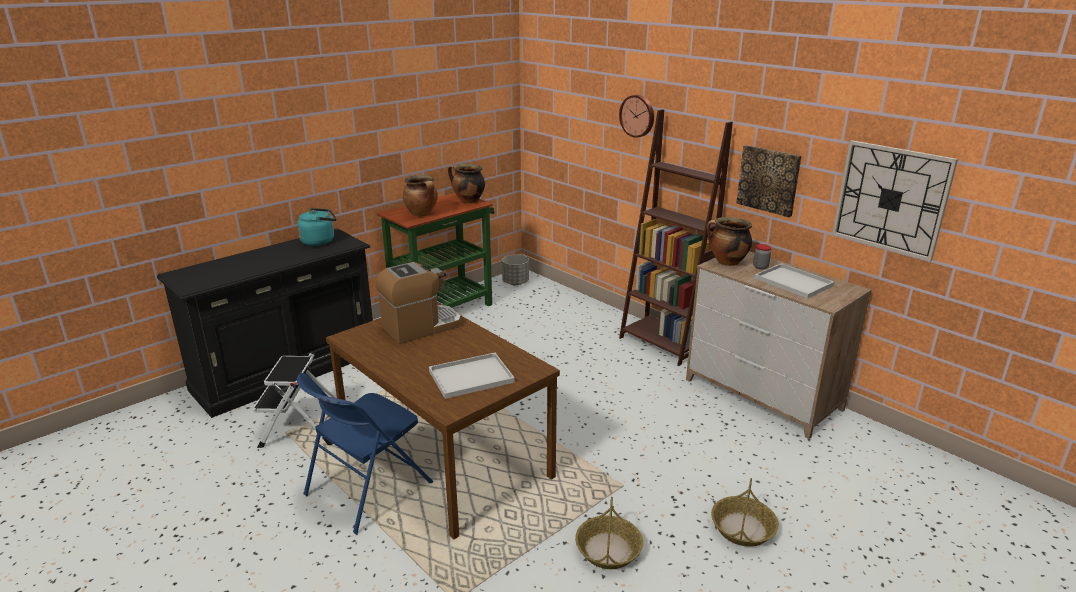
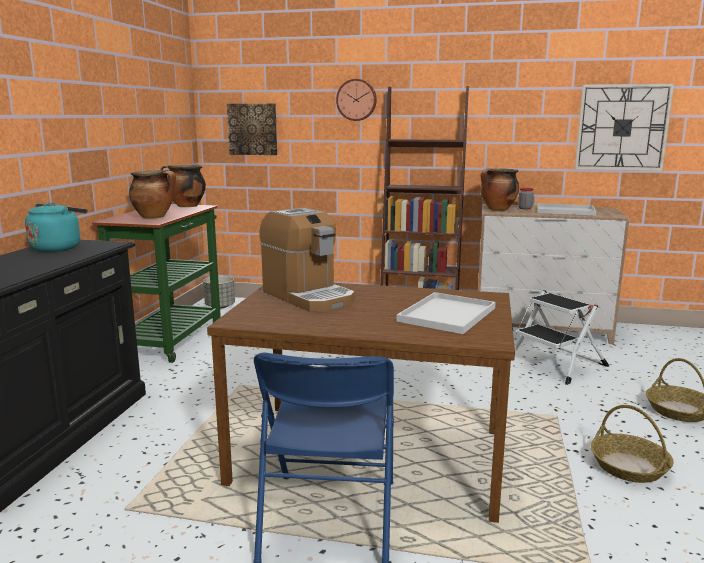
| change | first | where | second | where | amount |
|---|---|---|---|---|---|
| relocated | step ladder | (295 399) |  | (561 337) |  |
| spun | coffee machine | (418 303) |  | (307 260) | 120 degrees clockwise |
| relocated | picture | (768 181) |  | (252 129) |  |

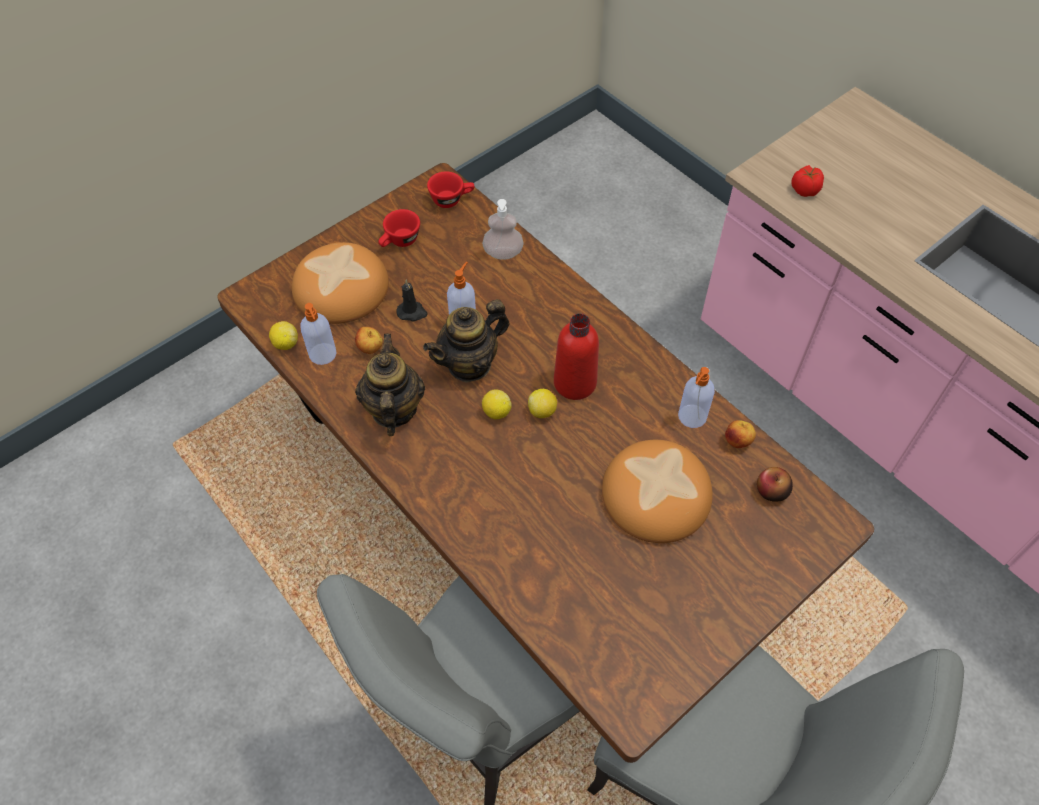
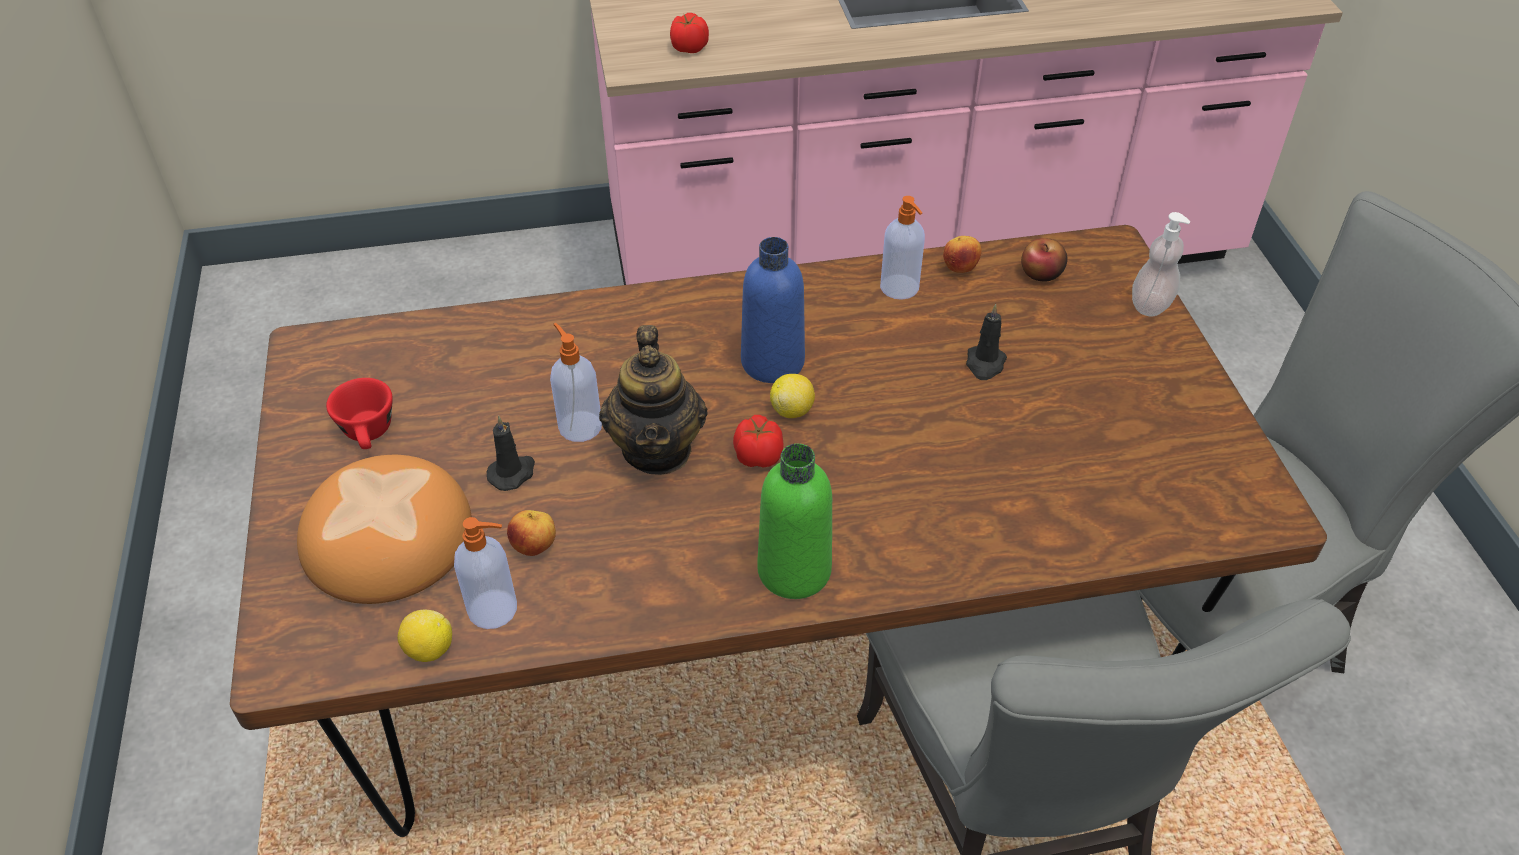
| change | first | where | second | where | amount |
|---|---|---|---|---|---|
| missing | teapot | (390 385) |  |  |  |
| missing | red cup | (451 189) |  |  |  |
| relocated | soap dispenser | (503 229) |  | (1161 264) |  |
| exchanged | lemon | (497 404) | tomato | (758 441) |  |
| colour | red bottle | (576 356) | blue bottle | (773 310) |  |
| exchanged | bread | (657 491) | black candle | (986 342) |  |
| appeared |  |  | green bottle | (794 521) |  |

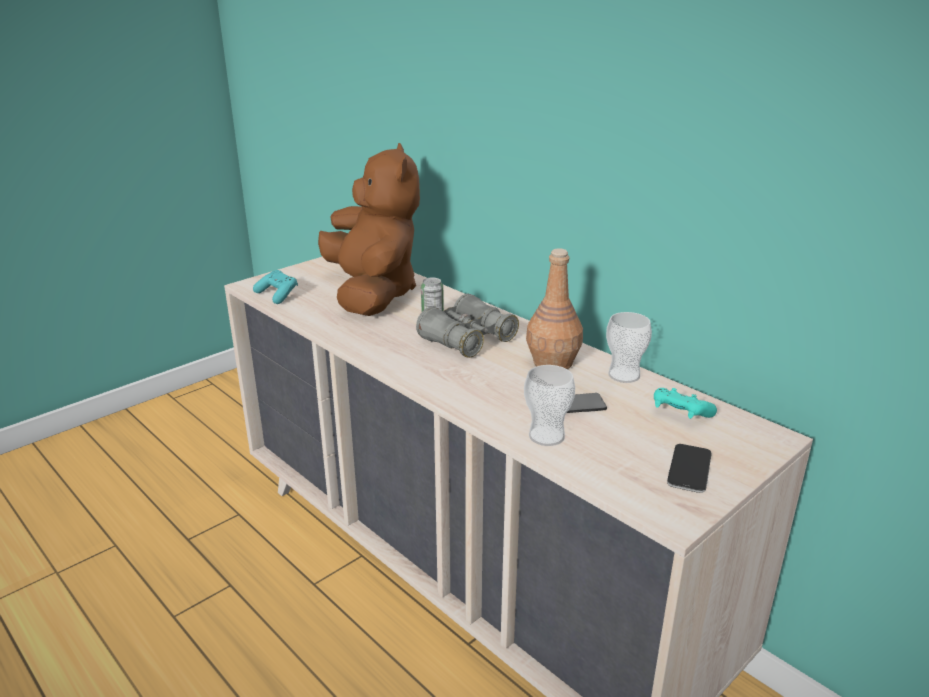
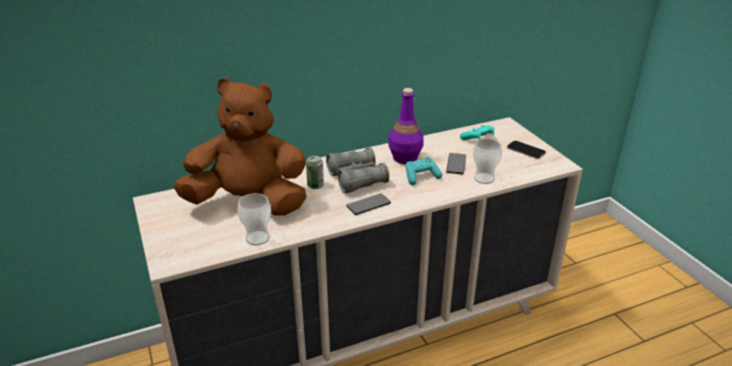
| change | first | where | second | where | amount |
|---|---|---|---|---|---|
| relocated | turquoise game controller | (275 287) |  | (423 171) |  |
| colour | brown bottle | (554 308) | purple bottle | (406 126) |  |
| relocated | cup | (629 347) |  | (254 219) |  |
| appeared |  |  | phone | (368 204) |  |

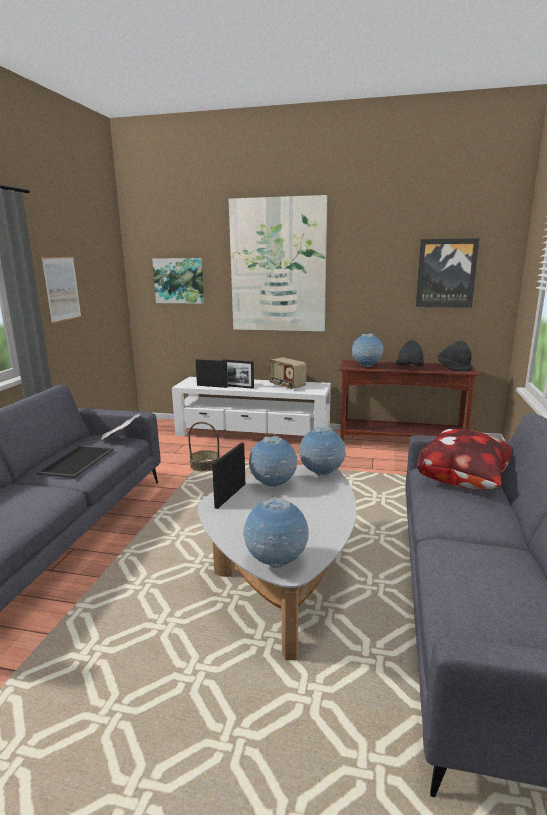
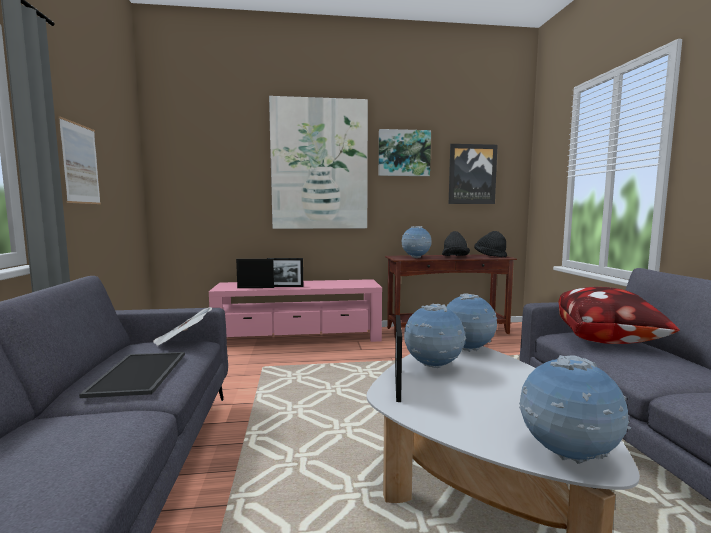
| change | first | where | second | where | amount |
|---|---|---|---|---|---|
| relocated | picture | (178 281) |  | (405 152) |  |
| colour | white tv stand | (251 406) | pink tv stand | (295 310) |  |
| missing | basket | (204 446) |  |  |  |
| missing | radio | (288 373) |  |  |  |

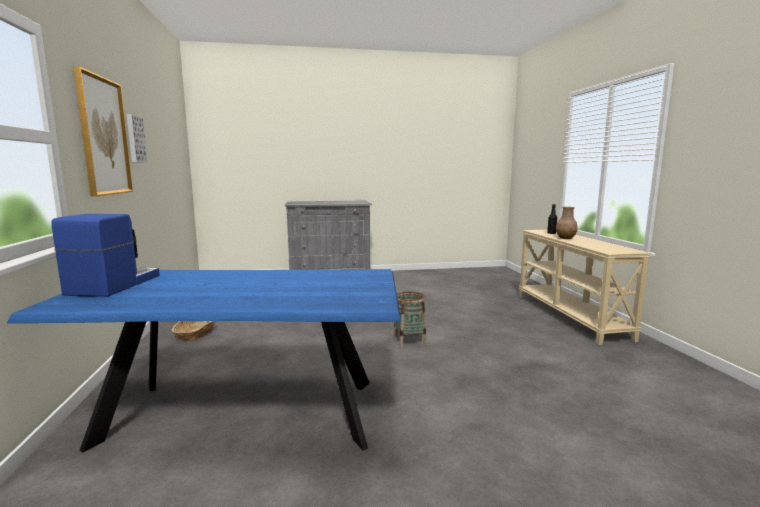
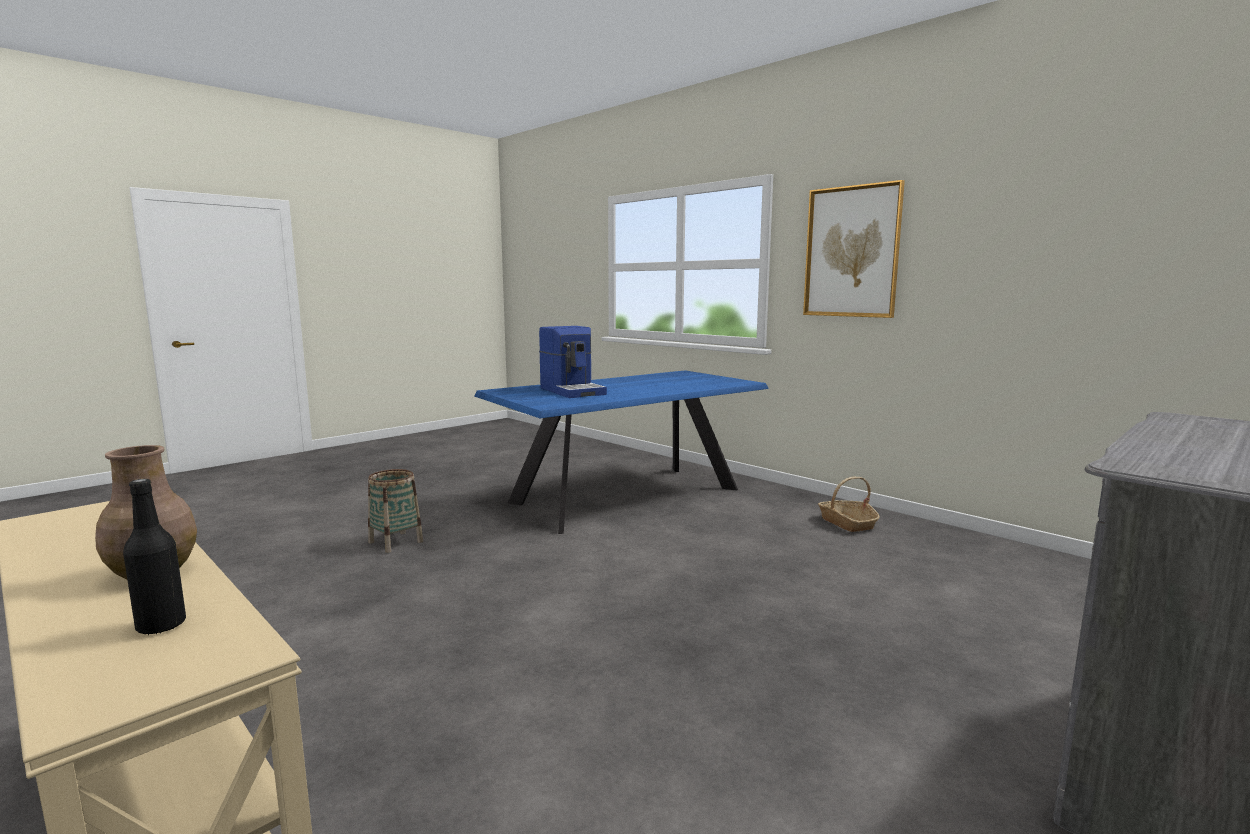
| change | first | where | second | where | amount |
|---|---|---|---|---|---|
| relocated | coffee machine | (105 255) |  | (573 362) |  |
| missing | picture | (137 138) |  |  |  |
| relocated | basket | (410 320) |  | (395 511) |  |

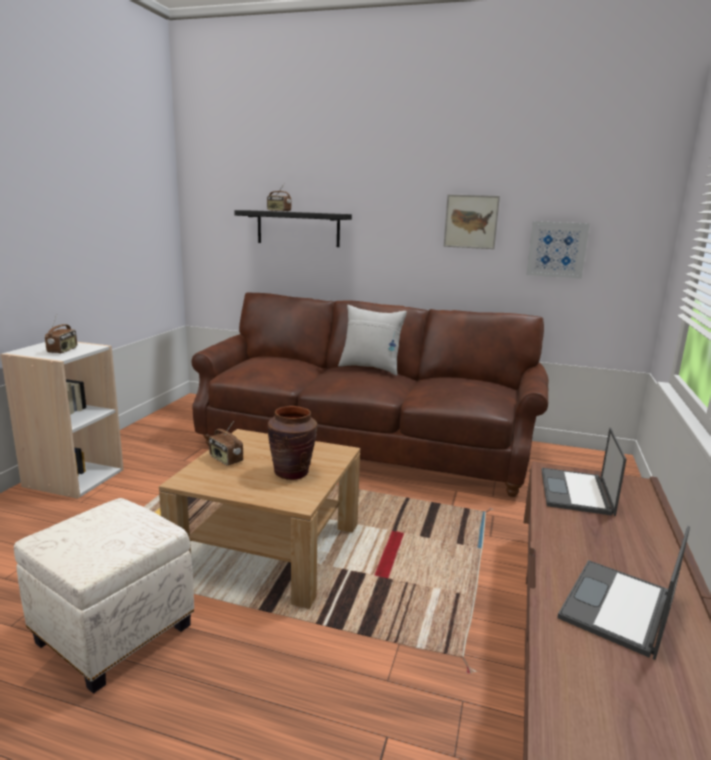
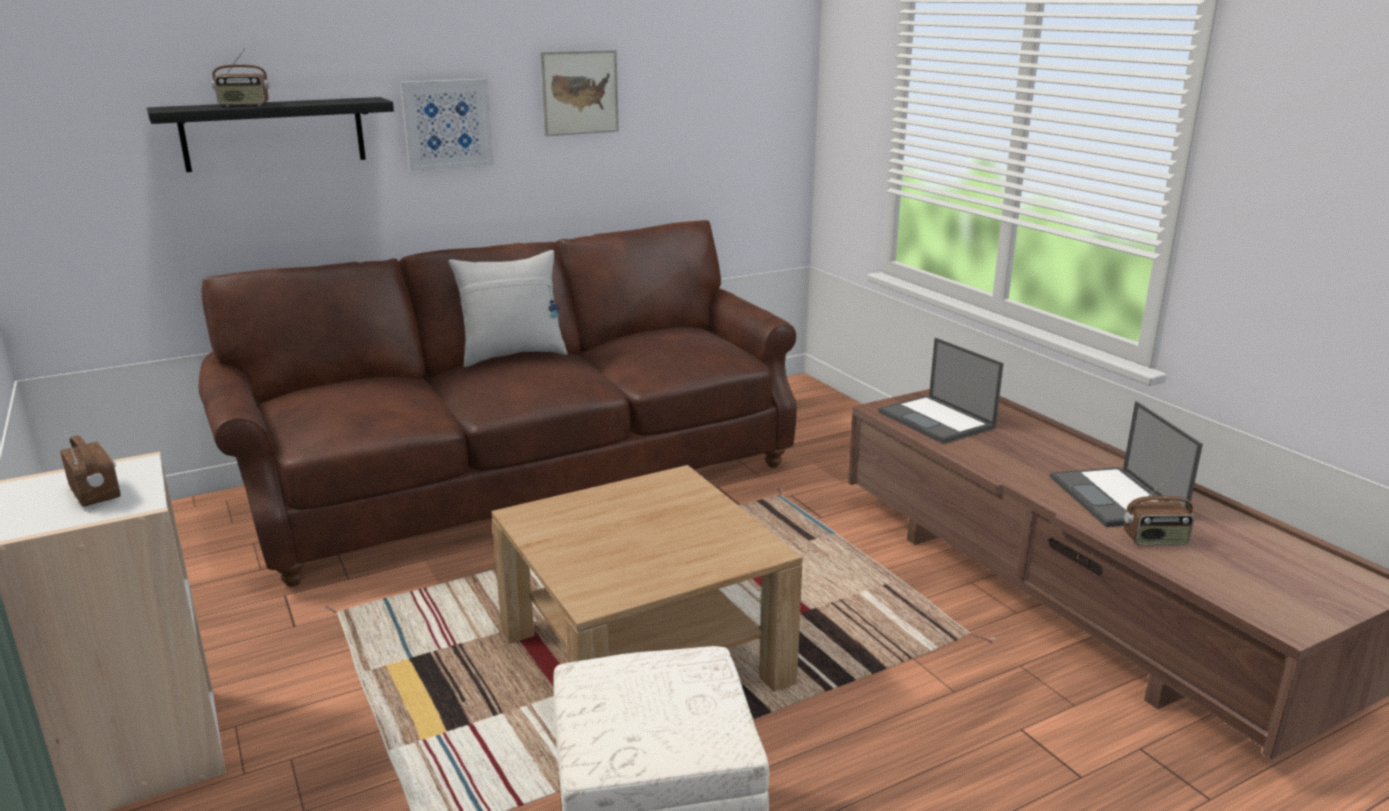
| change | first | where | second | where | amount |
|---|---|---|---|---|---|
| relocated | radio | (226 443) |  | (1159 510) |  |
| missing | brown vase | (292 443) |  |  |  |
| relocated | picture | (558 250) |  | (446 125) |  |

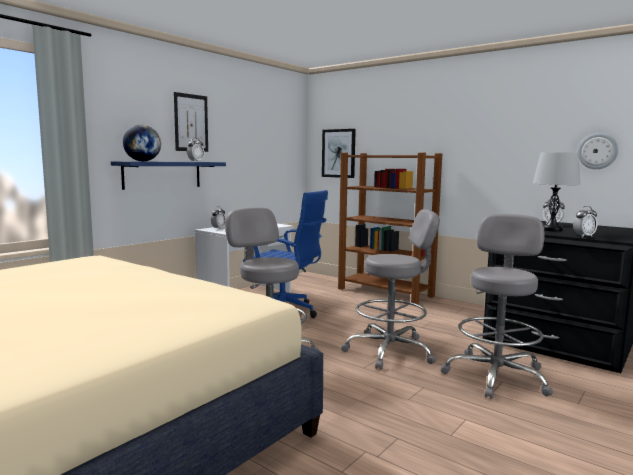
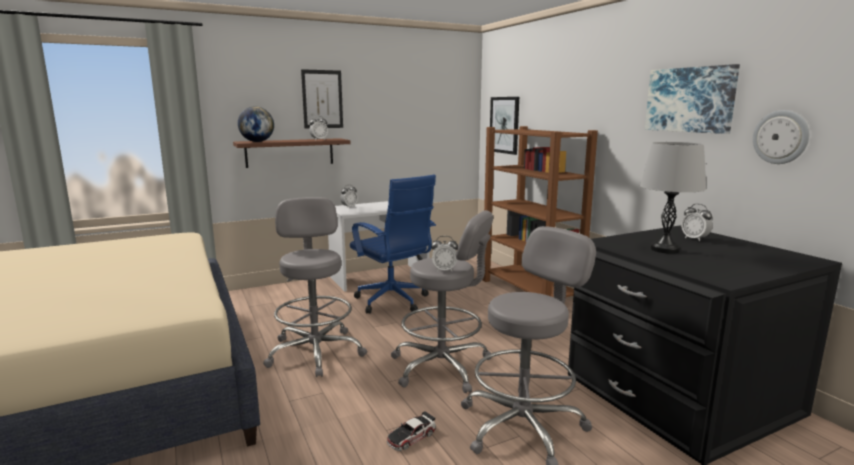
| change | first | where | second | where | amount |
|---|---|---|---|---|---|
| colour | blue shelf | (168 175) | brown shelf | (292 153) |  |
| relocated | alarm clock | (585 222) |  | (444 253) |  |
| appeared |  |  | toy car | (411 431) |  |
| appeared |  |  | picture | (692 99) |  |

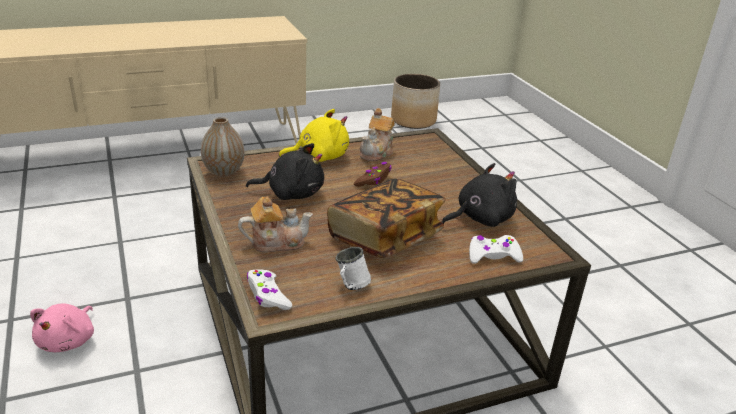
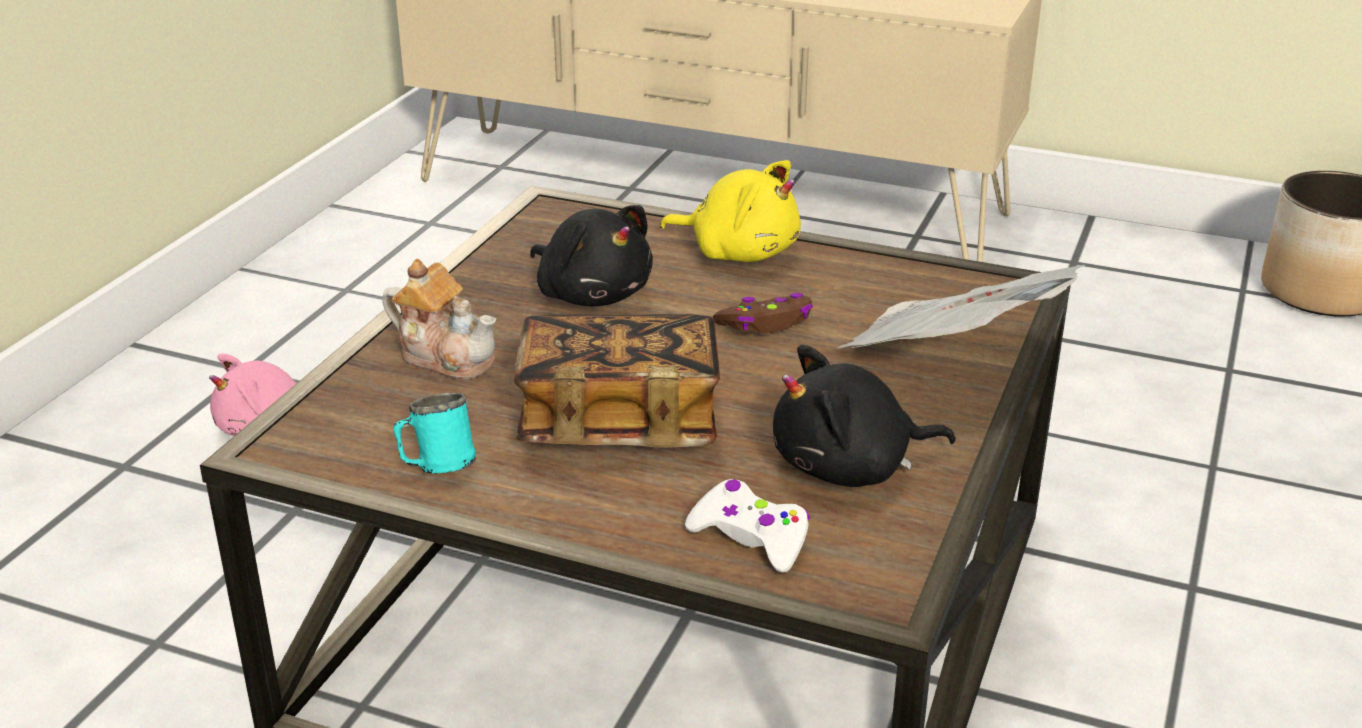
| change | first | where | second | where | amount |
|---|---|---|---|---|---|
| missing | vase | (223 147) |  |  |  |
| missing | white game controller | (269 290) |  |  |  |
| colour | white mug | (353 268) | turquoise mug | (434 433) |  |
| missing | teapot | (377 134) |  |  |  |
| spun | black plush toy | (479 195) |  | (864 416) | 150 degrees clockwise |
| appeared |  |  | newspaper | (961 306) |  |

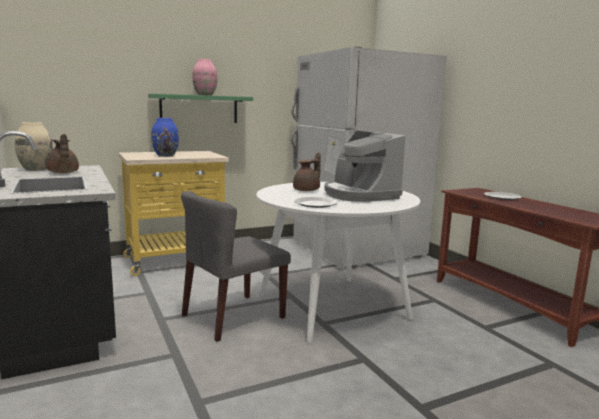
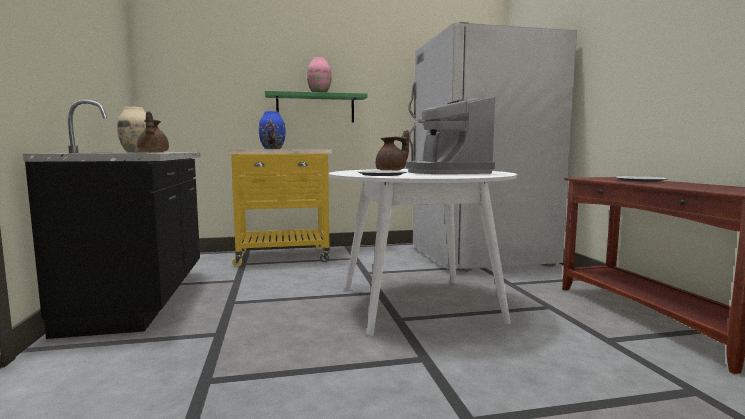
| change | first | where | second | where | amount |
|---|---|---|---|---|---|
| missing | grey chair | (236 266) |  |  |  |

